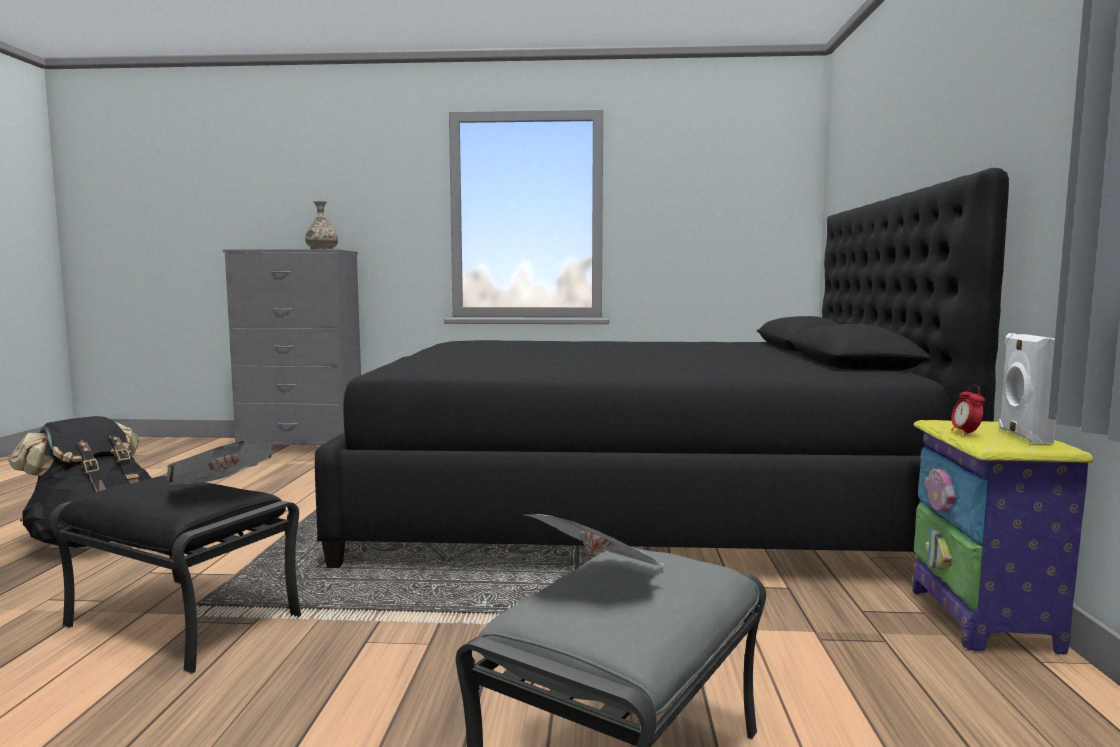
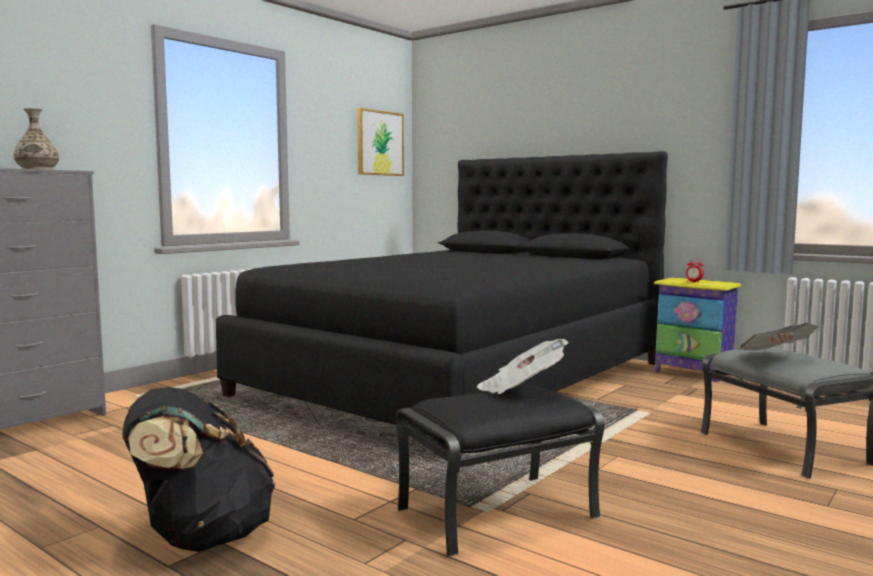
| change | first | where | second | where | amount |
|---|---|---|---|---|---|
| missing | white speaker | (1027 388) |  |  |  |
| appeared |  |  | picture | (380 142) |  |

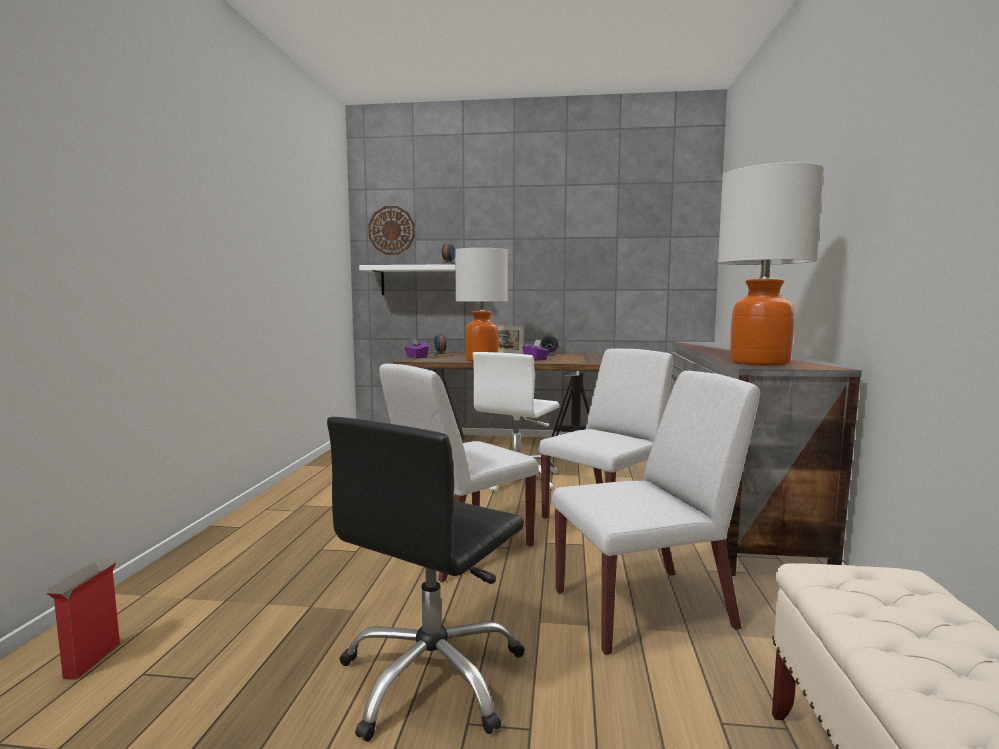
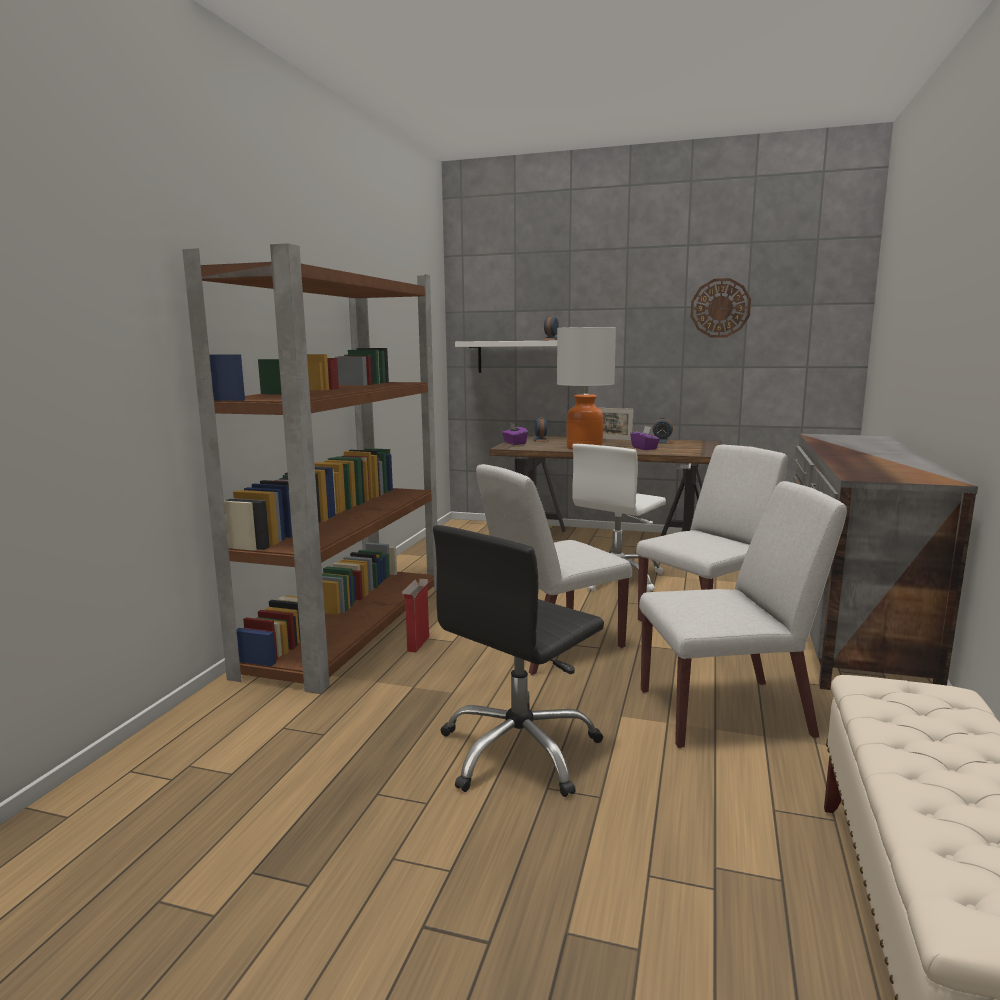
| change | first | where | second | where | amount |
|---|---|---|---|---|---|
| relocated | cardboard box | (83 619) |  | (416 615) |  |
| relocated | wall clock | (391 230) |  | (721 308) |  |
| missing | table lamp | (771 264) |  |  |  |
| appeared |  |  | brown bookcase | (309 468) |  |

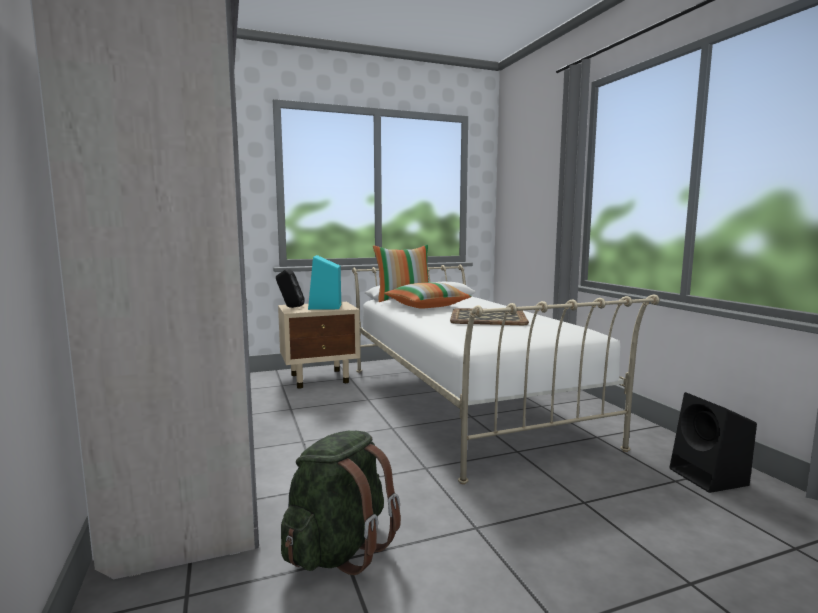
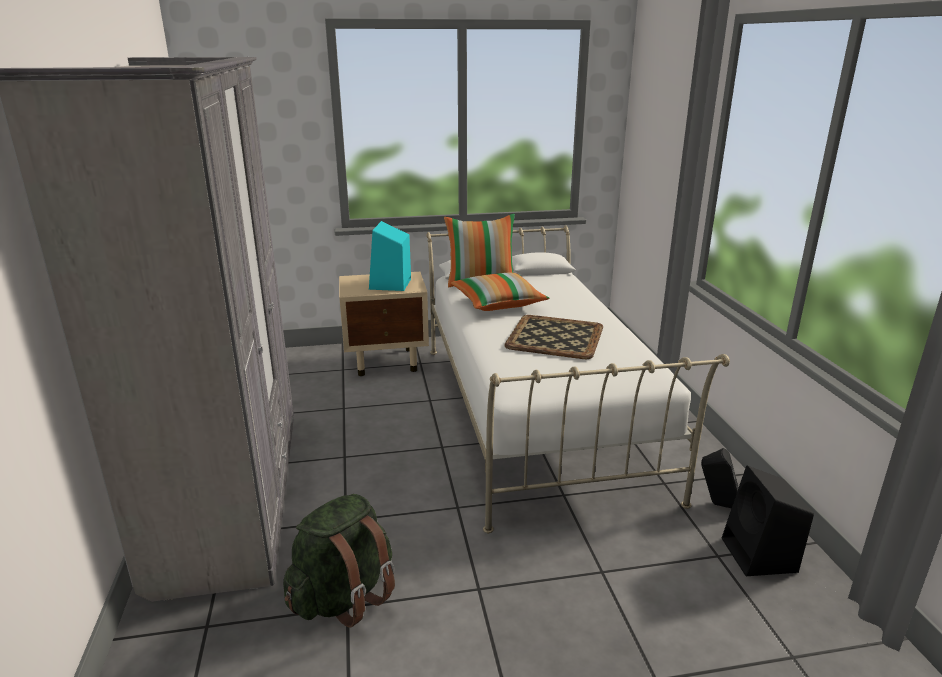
| change | first | where | second | where | amount |
|---|---|---|---|---|---|
| relocated | black speaker | (290 288) |  | (720 478) |  |

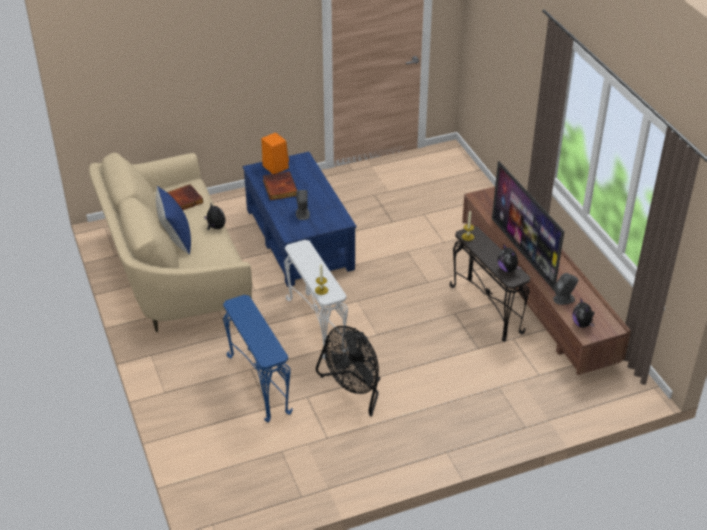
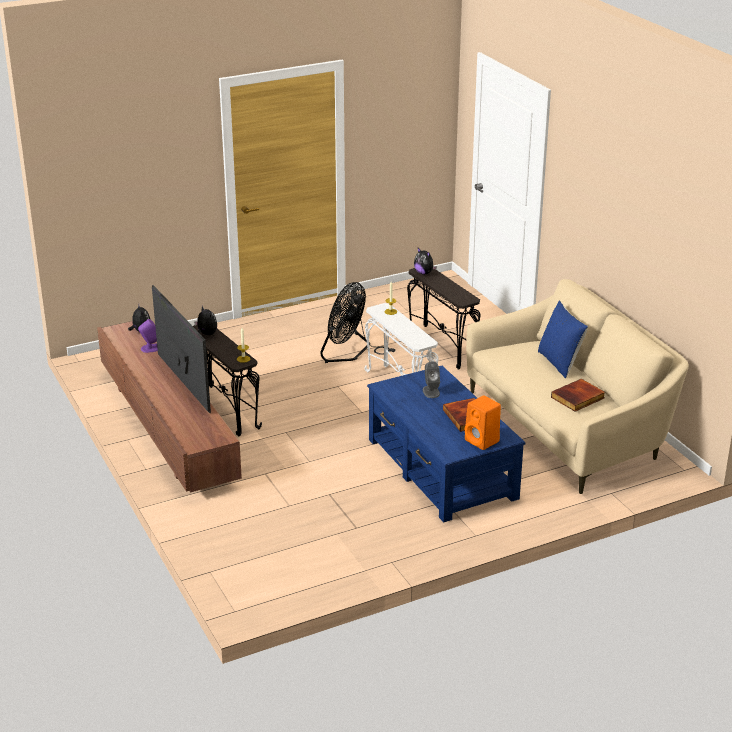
| change | first | where | second | where | amount |
|---|---|---|---|---|---|
| relocated | plush toy | (215 217) |  | (425 261) |  |
| colour | blue side table | (258 358) | black side table | (444 319) |  |
| spun | black fan | (348 371) |  | (357 322) | 105 degrees counterclockwise |
| colour | grey speaker | (565 289) | purple speaker | (148 336) |  |

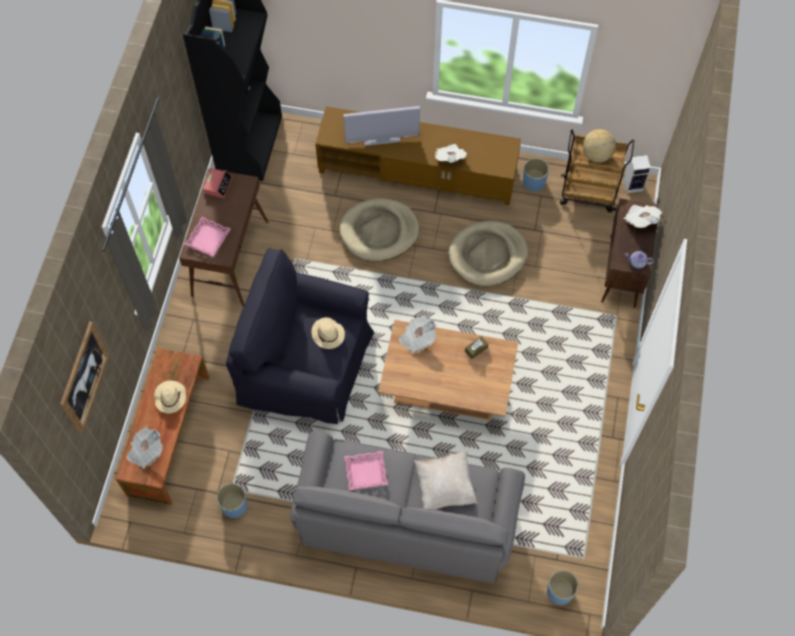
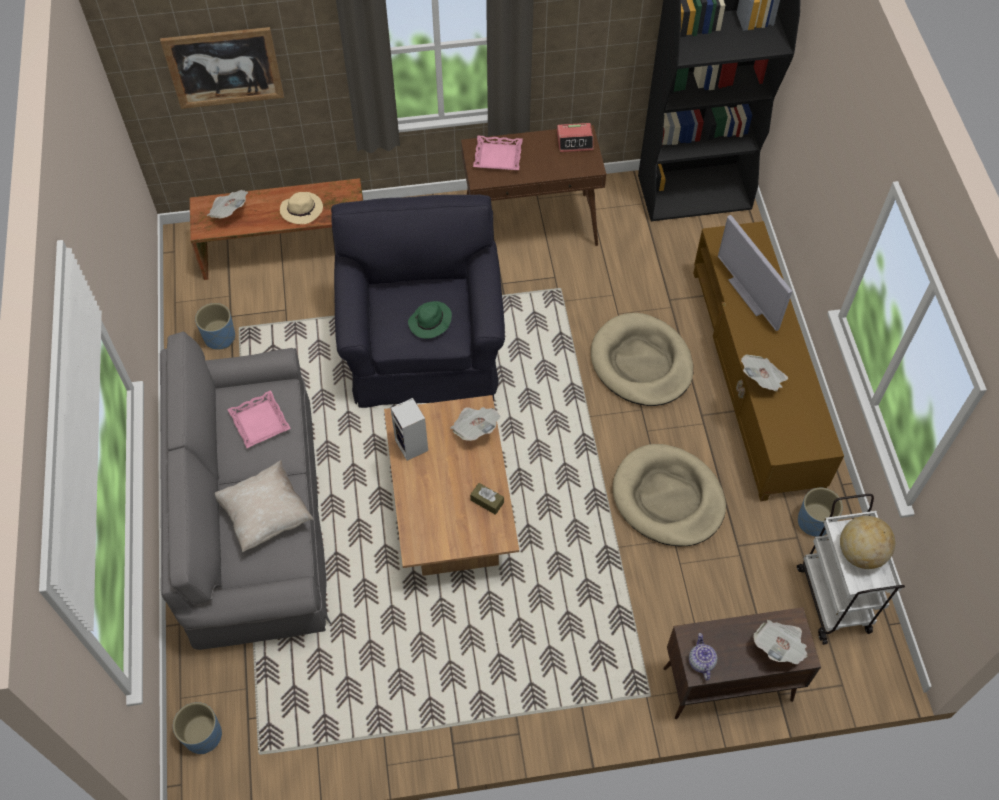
| change | first | where | second | where | amount |
|---|---|---|---|---|---|
| colour | beige hat | (328 333) | green hat | (430 320) |  |
| colour | brown cart | (597 171) | white cart | (851 569) |  |
| relocated | speaker | (637 174) |  | (409 429) |  |

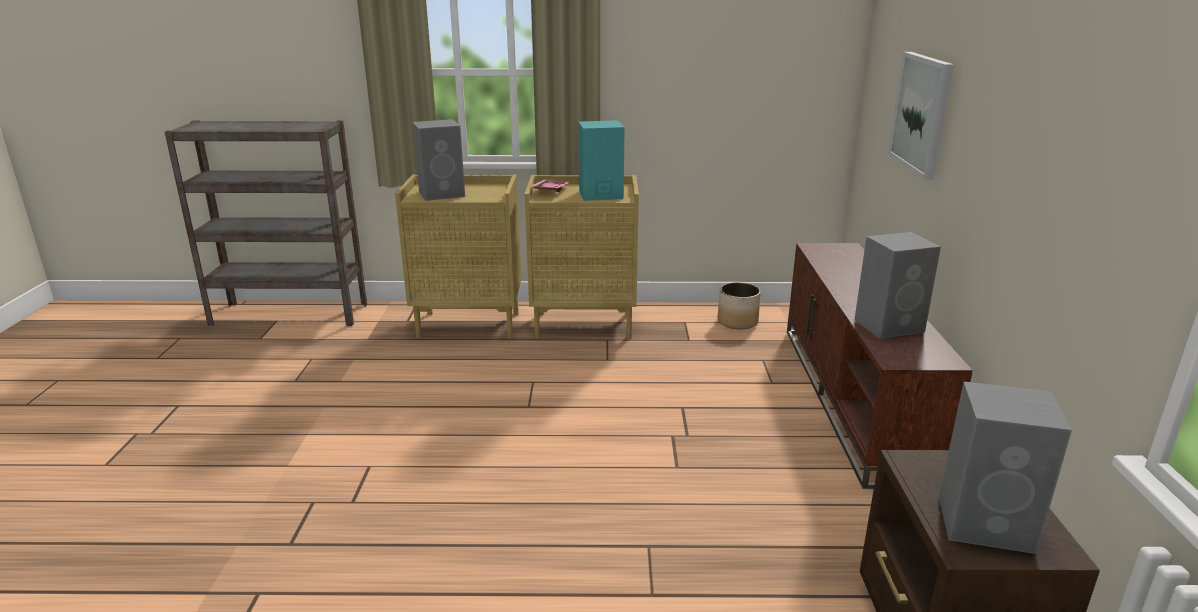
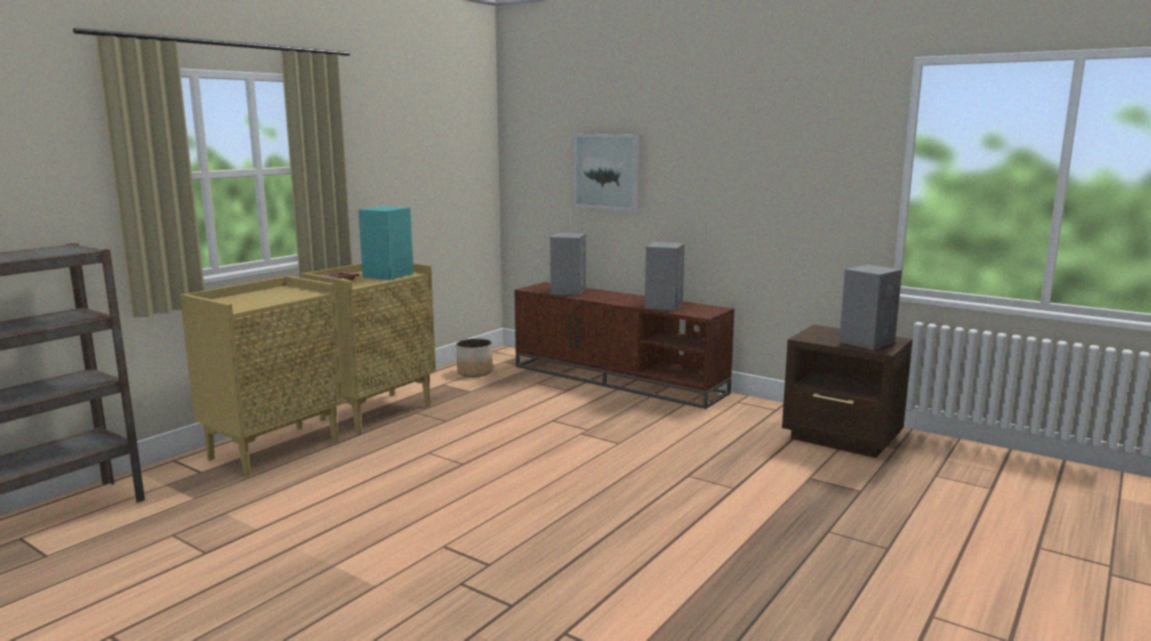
| change | first | where | second | where | amount |
|---|---|---|---|---|---|
| relocated | grey speaker | (439 160) |  | (568 264) |  |

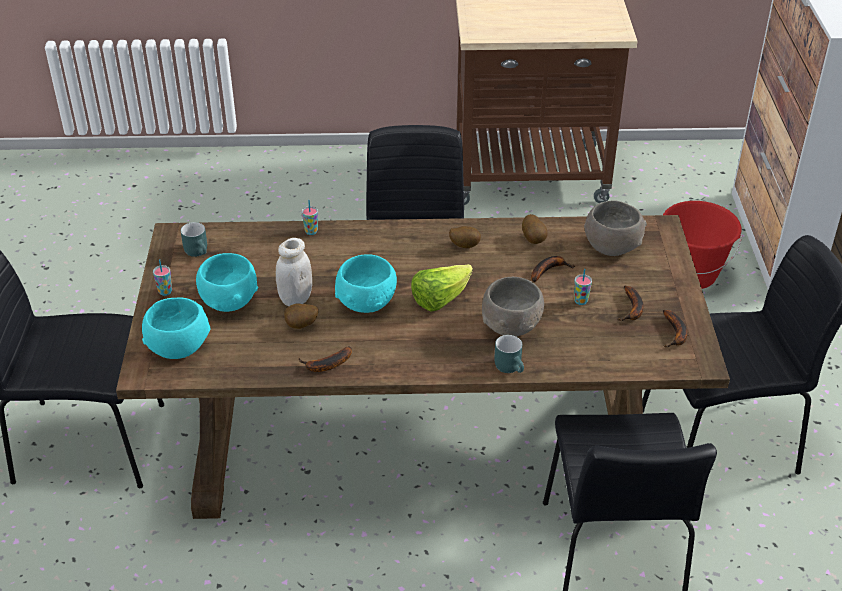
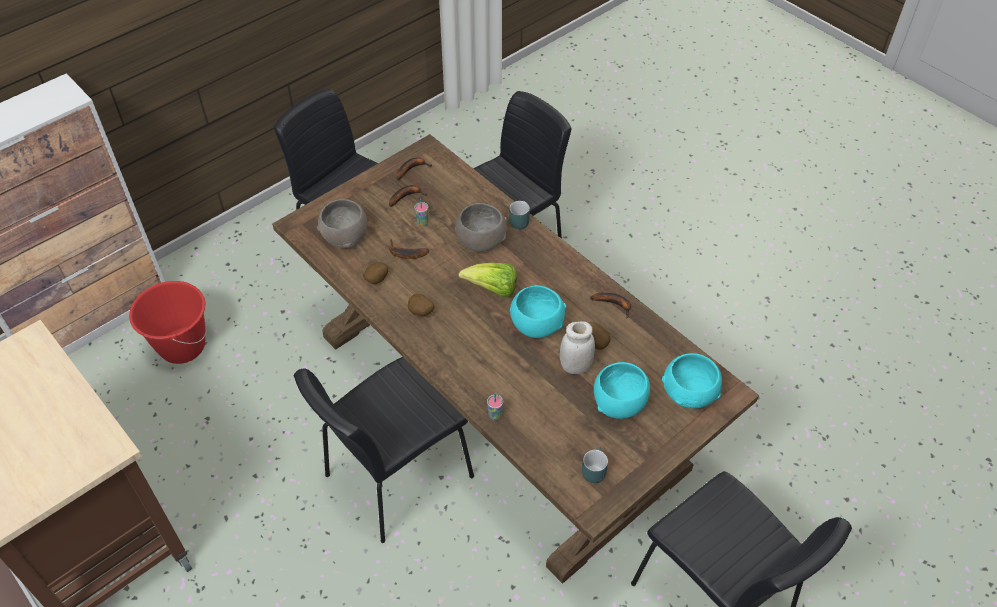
| change | first | where | second | where | amount |
|---|---|---|---|---|---|
| missing | cup | (162 277) |  |  |  |

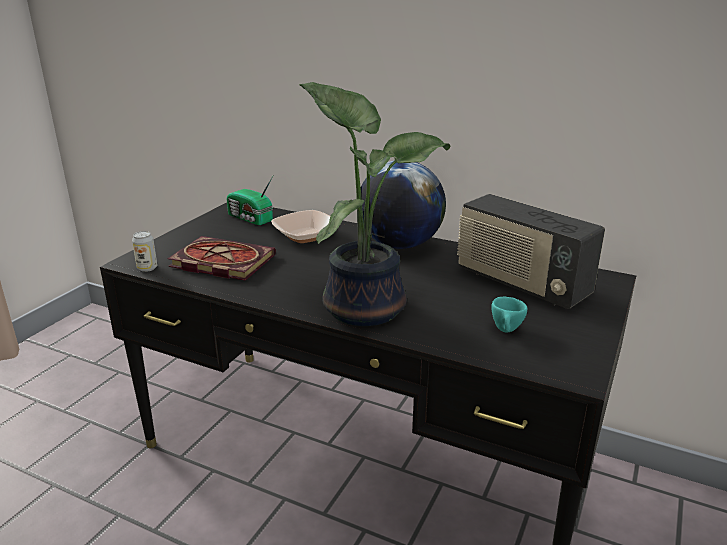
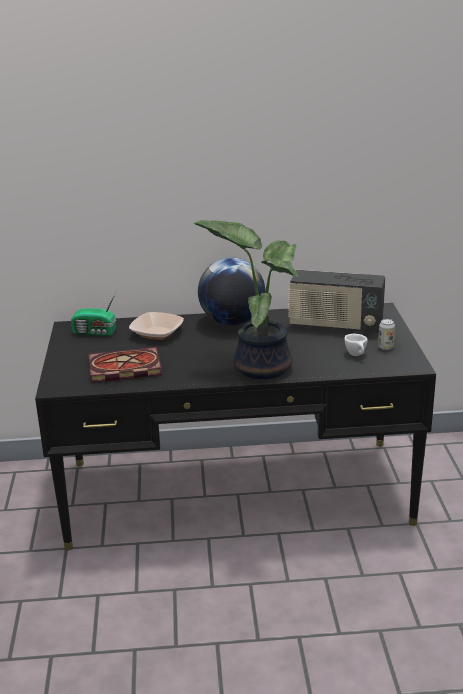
| change | first | where | second | where | amount |
|---|---|---|---|---|---|
| relocated | can | (144 251) |  | (386 334) |  |
| colour | turquoise cup | (509 314) | white cup | (355 345) |  |

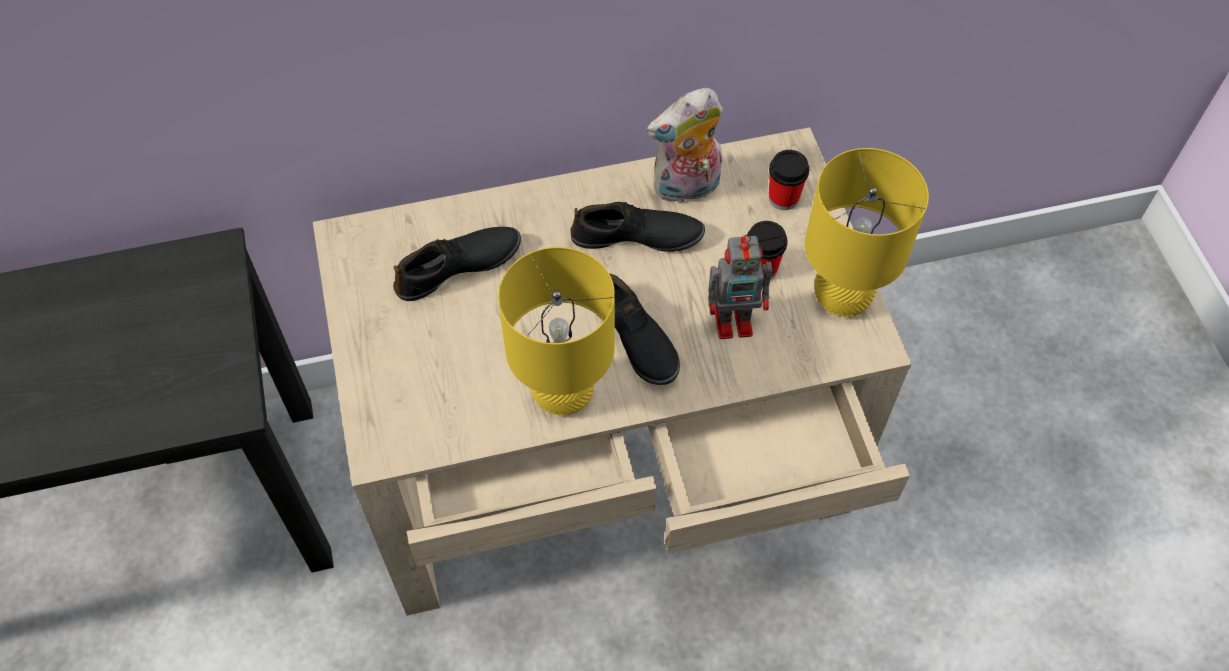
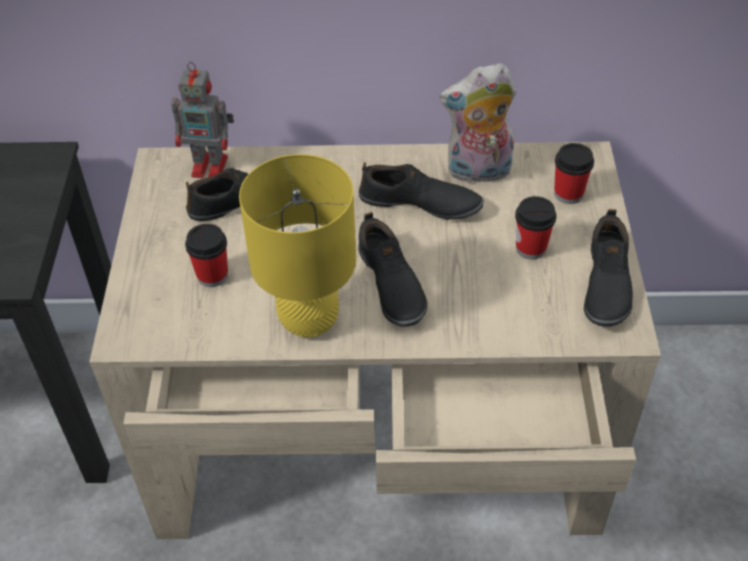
| change | first | where | second | where | amount |
|---|---|---|---|---|---|
| relocated | toy robot | (741 287) |  | (202 120) |  |
| exchanged | yellow table lamp | (867 232) | black shoe | (608 268) |  |
| appeared |  |  | cup | (206 255) |  |

